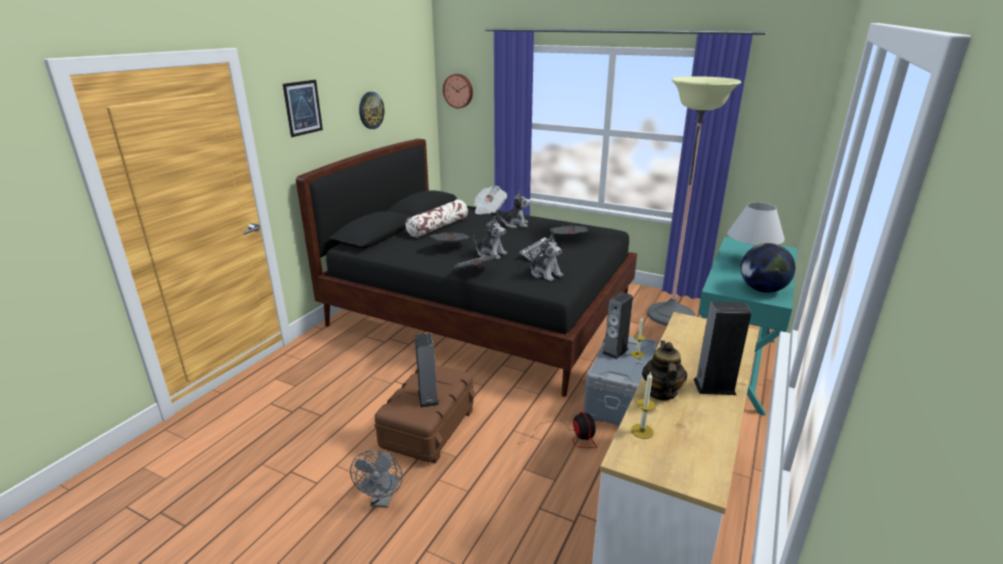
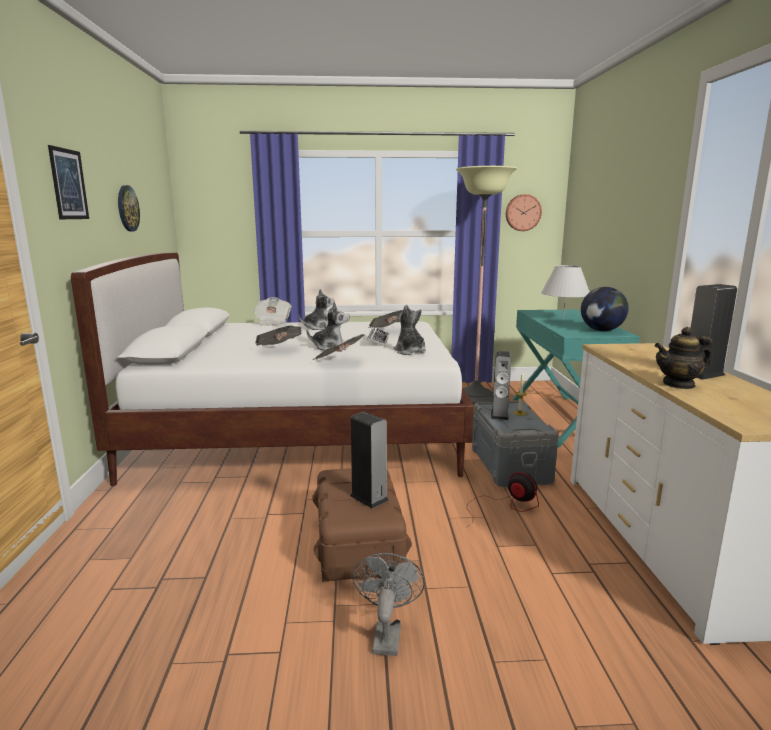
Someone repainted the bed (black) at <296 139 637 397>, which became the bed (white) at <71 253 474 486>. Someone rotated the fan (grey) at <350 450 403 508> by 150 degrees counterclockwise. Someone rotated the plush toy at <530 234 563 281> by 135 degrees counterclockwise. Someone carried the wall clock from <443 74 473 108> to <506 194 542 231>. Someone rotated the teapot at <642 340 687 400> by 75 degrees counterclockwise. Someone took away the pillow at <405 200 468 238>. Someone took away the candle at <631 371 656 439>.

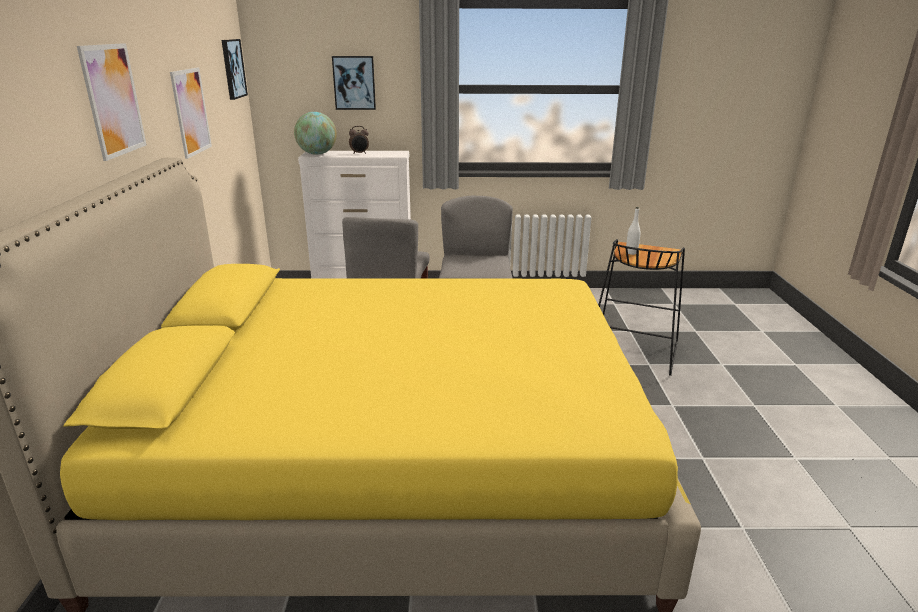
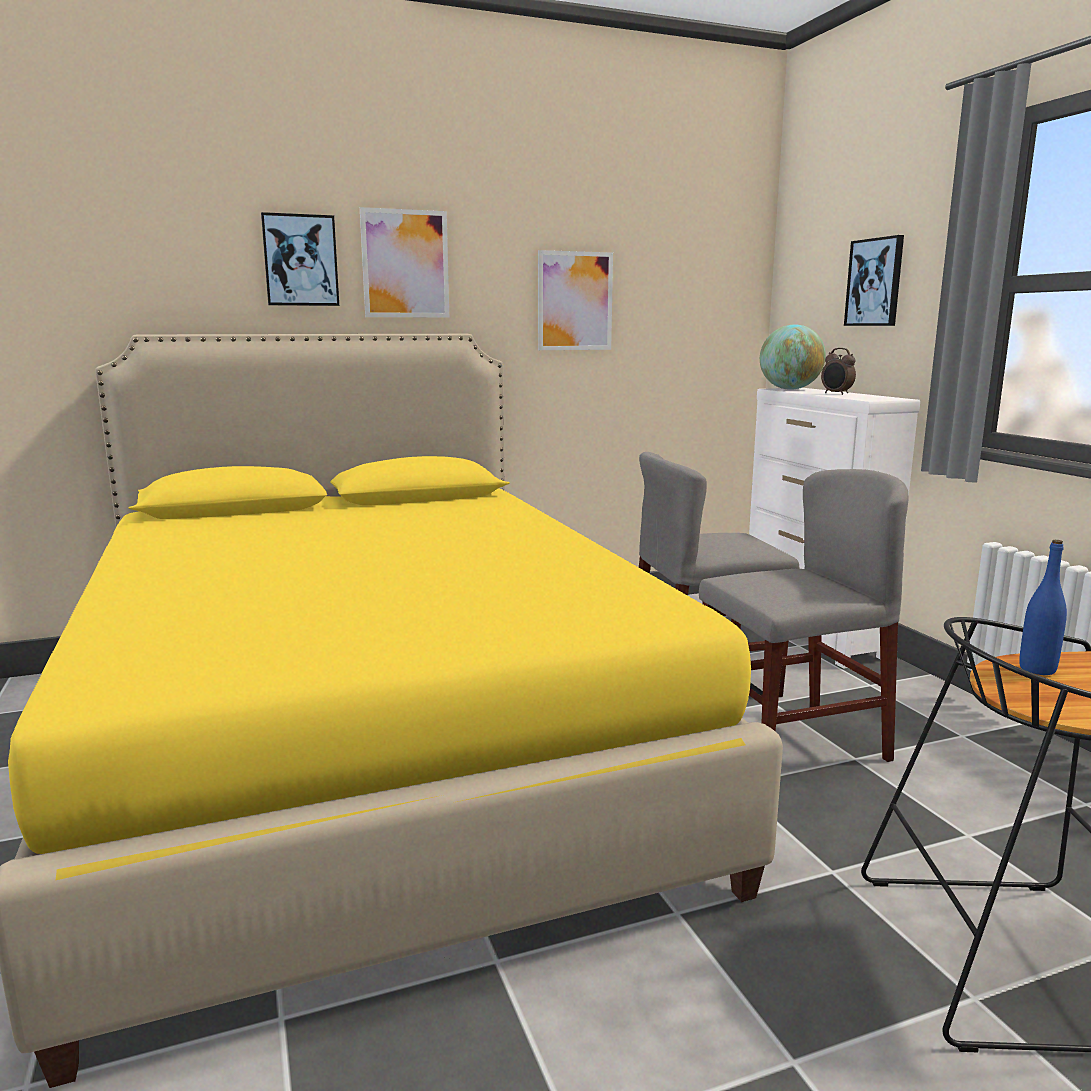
Someone carried the picture from <222 39 248 100> to <261 212 339 306>. Someone repainted the bottle (white) at <626 207 640 255>, which became the bottle (blue) at <1019 540 1067 675>.

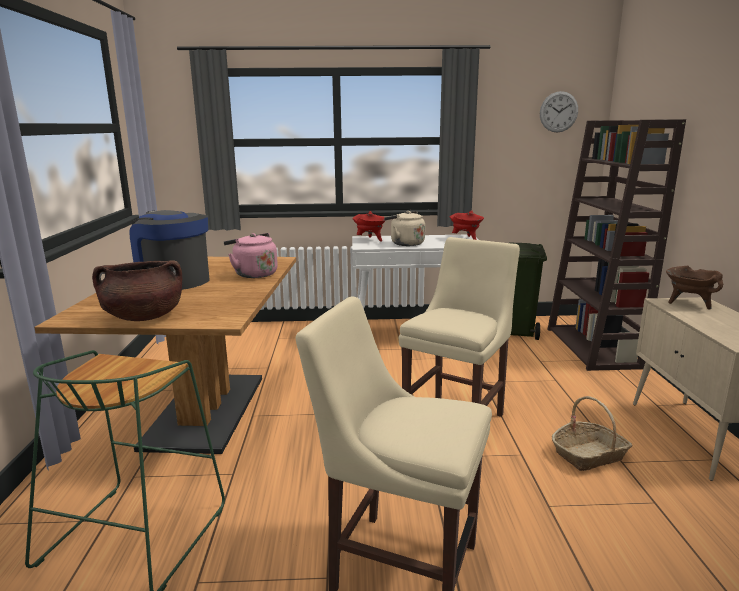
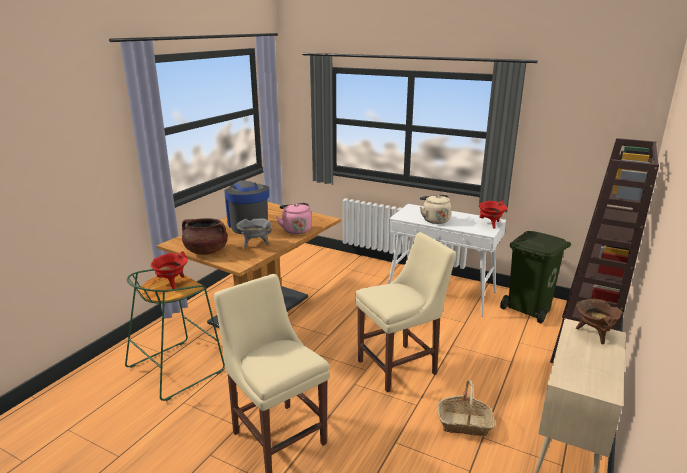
Someone carried the cooking pot (red) from <352 211 385 241> to <151 251 188 289>. Someone put down the cooking pot (grey) at <237 218 272 248>. Someone took away the wall clock at <540 91 578 132>.

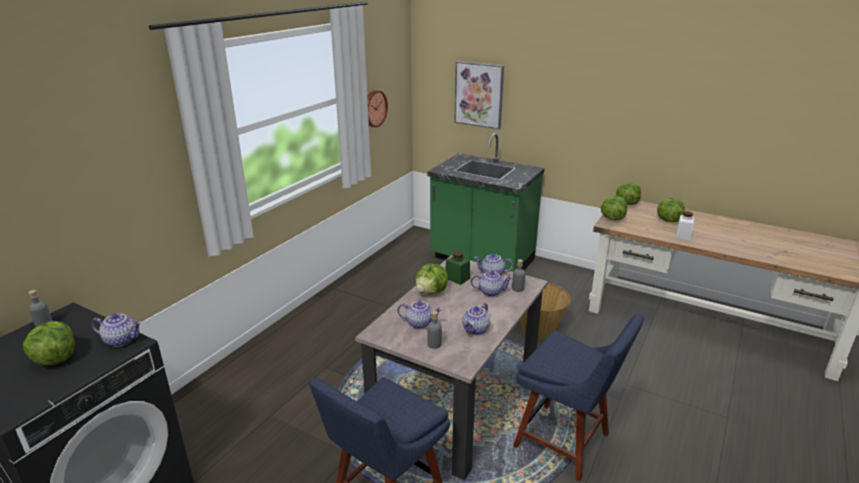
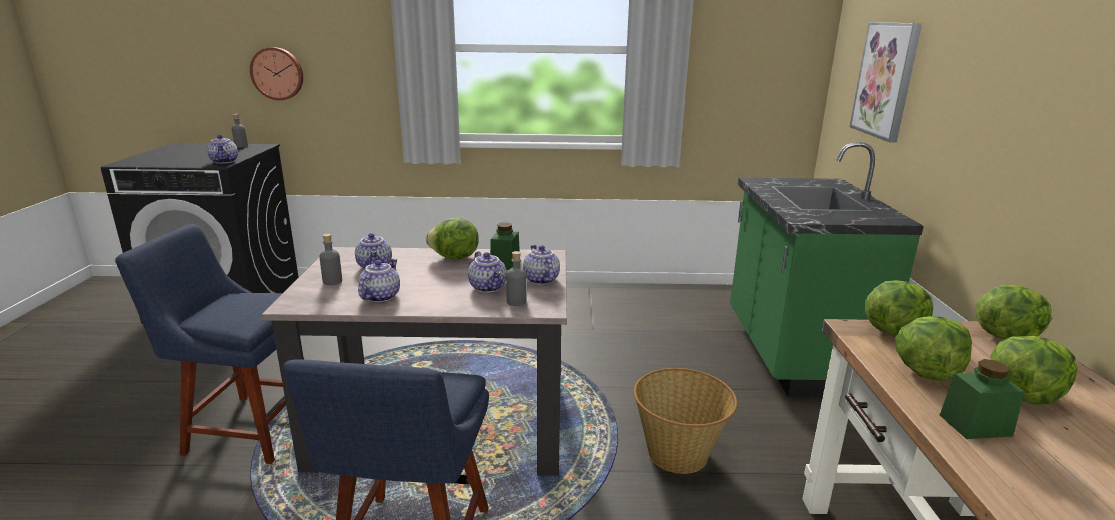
Someone carried the wall clock from <367 90 388 127> to <250 47 303 100>. Someone rotated the teapot at <463 303 490 335> by 105 degrees clockwise. Someone carried the lettuce from <23 321 75 365> to <895 316 972 381>. Someone repainted the jar (white) at <675 211 694 241>, which became the jar (green) at <940 359 1025 439>.

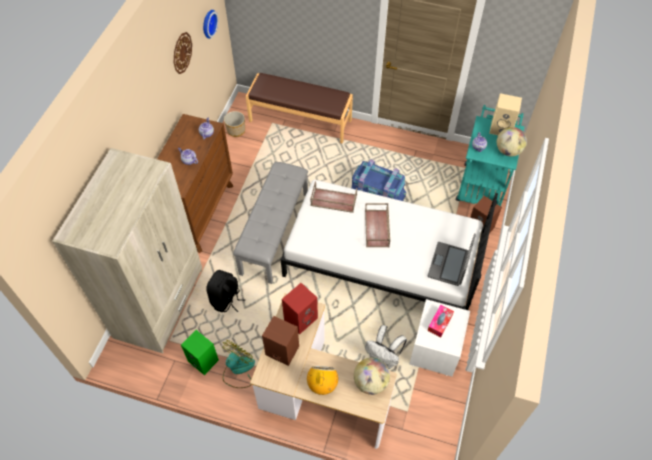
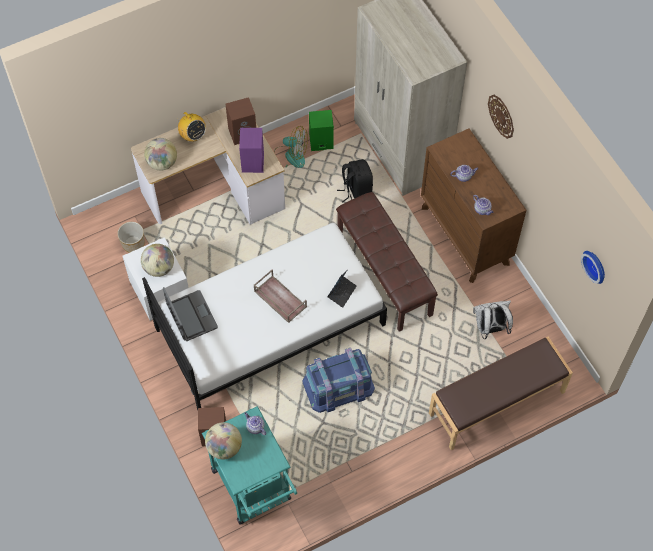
Someone carried the planter from <224 111 245 137> to <117 222 145 253>. Someone swapped the tissue box at <427 305 454 337> for the globe at <141 244 174 277>. Someone repainted the speaker (red) at <282 283 318 335>, which became the speaker (purple) at <239 128 264 173>. Someone rotated the fan at <222 340 255 388> by 60 degrees counterclockwise. Someone swapped the tray (brown) at <310 181 357 213> for the laptop at <327 271 356 308>. Someone repainted the bench (grey) at <233 162 308 284>, which became the bench (brown) at <336 192 438 332>. Someone carried the backpack (white) from <365 325 407 369> to <473 300 513 339>. Someone carried the wall clock from <174 32 192 74> to <488 95 514 139>. Someone took away the speaker (beige) at <489 93 522 135>.

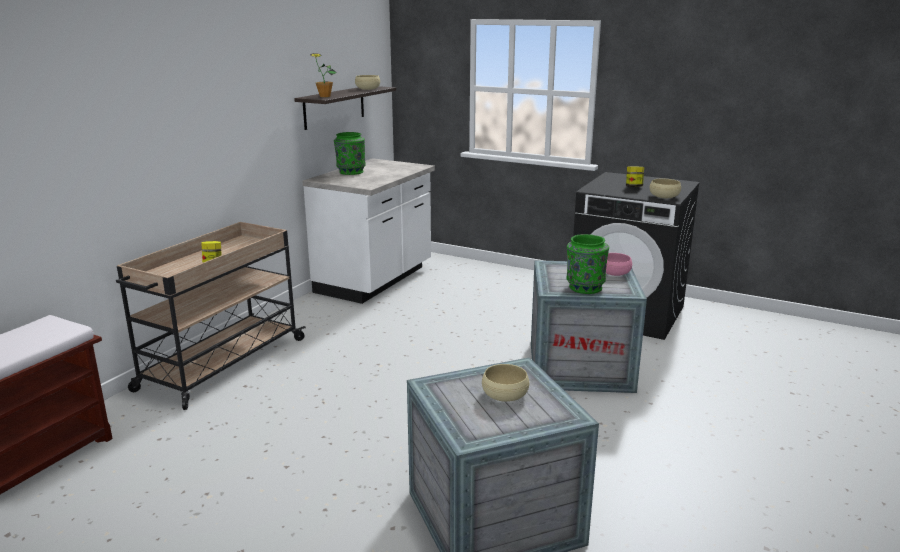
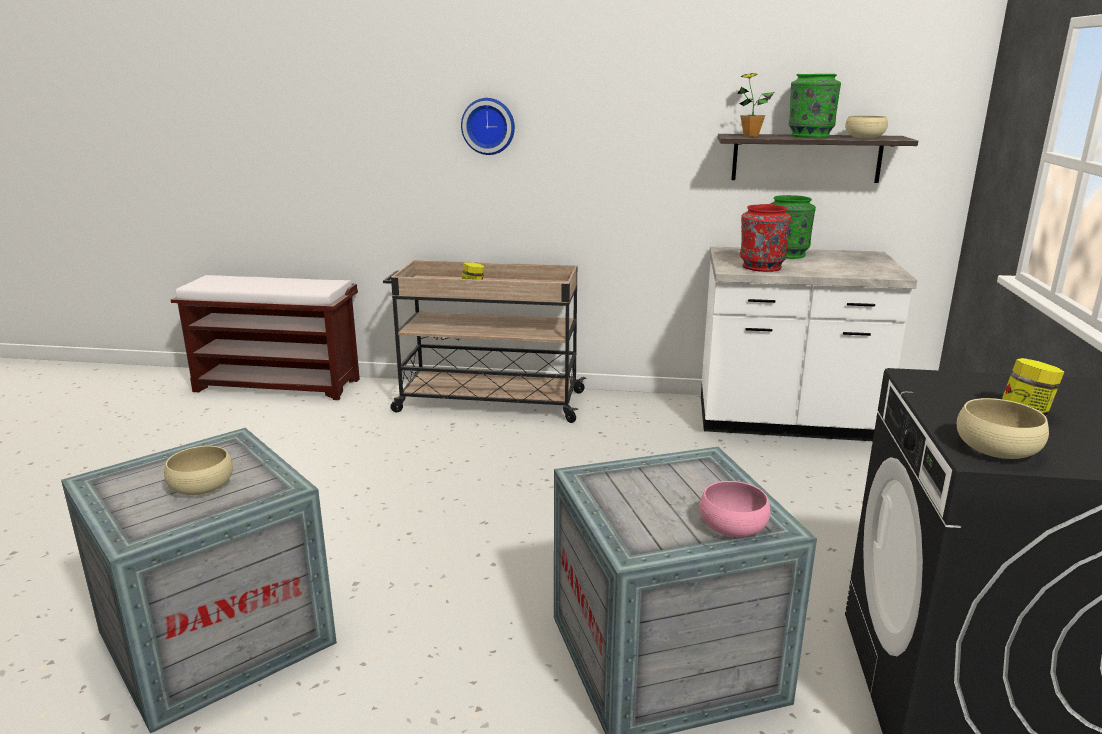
Someone put up the wall clock at <461 98 515 155>. Someone put down the vase (red) at <740 204 791 272>. Someone carried the vase (green) from <566 234 609 294> to <789 74 841 138>.

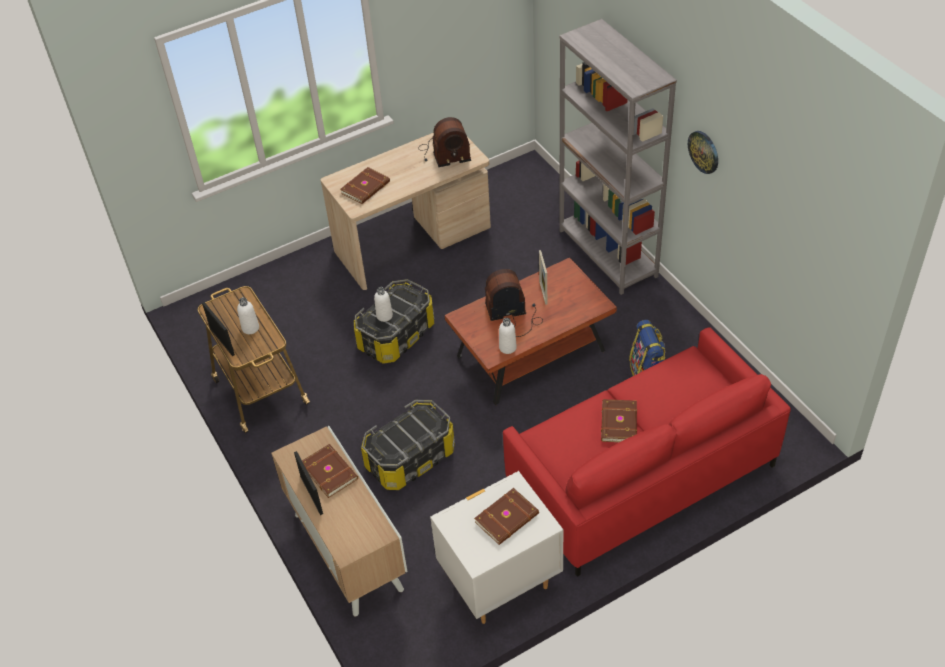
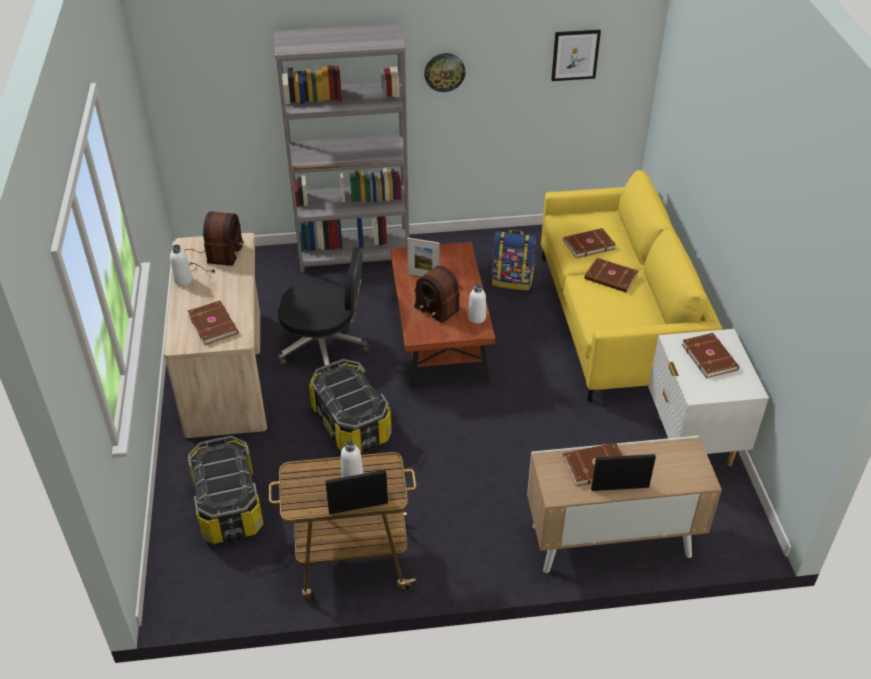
Someone carried the bottle (white) from <374 287 393 322> to <170 244 192 286>. Someone carried the storage box from <361 400 455 490> to <188 436 263 544>. Someone put down the office chair (black) at <278 247 371 371>. Someone rotated the radio at <485 269 543 337> by 60 degrees counterclockwise. Someone repainted the sofa (red) at <503 327 791 577>, which became the sofa (yellow) at <541 170 722 402>. Someone put up the picture at <551 30 601 81>. Someone put down the book (brown) at <563 228 616 258>.

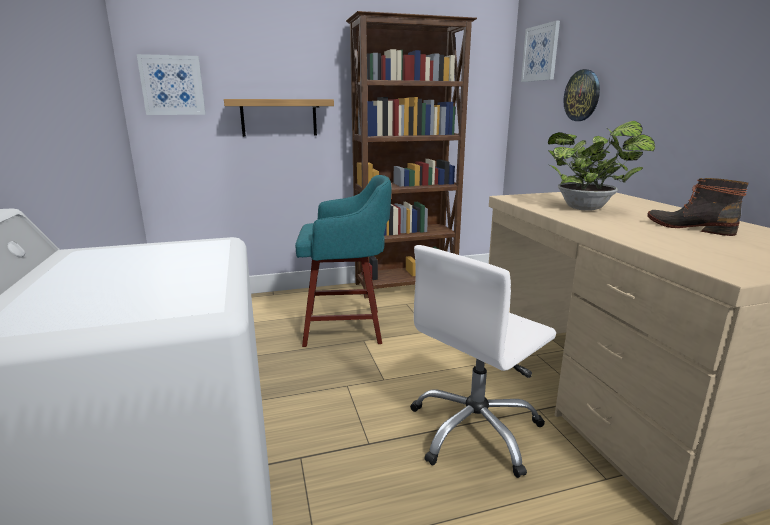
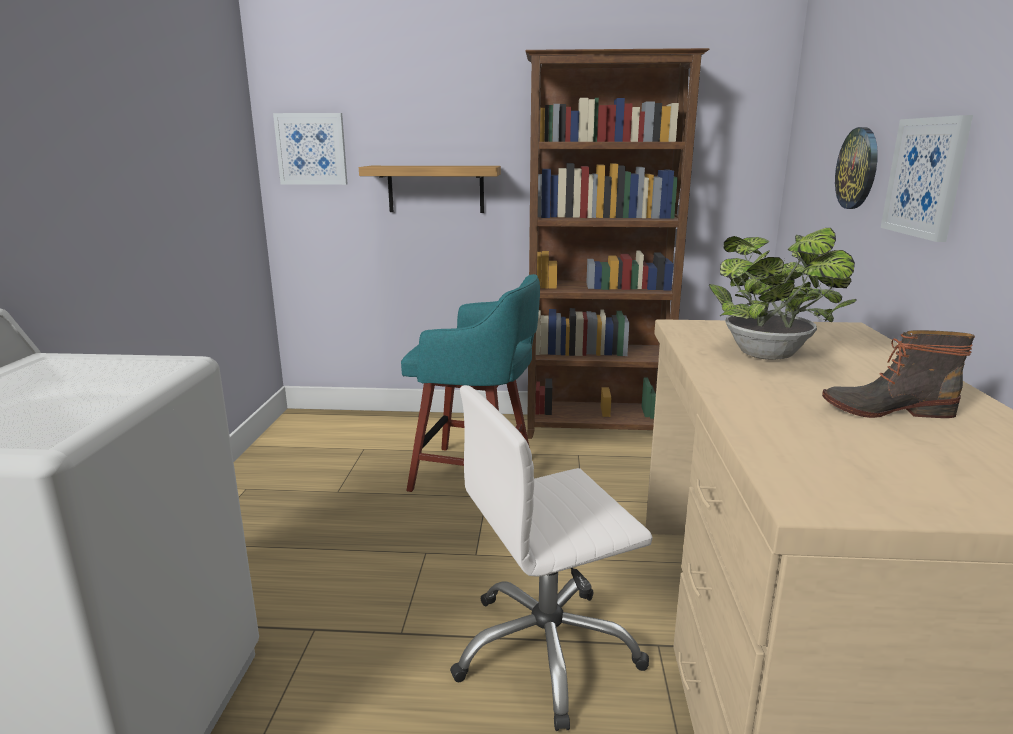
Someone rotated the boot at <647 178 749 236> by 60 degrees counterclockwise. Someone carried the picture from <521 21 560 82> to <881 115 973 242>.

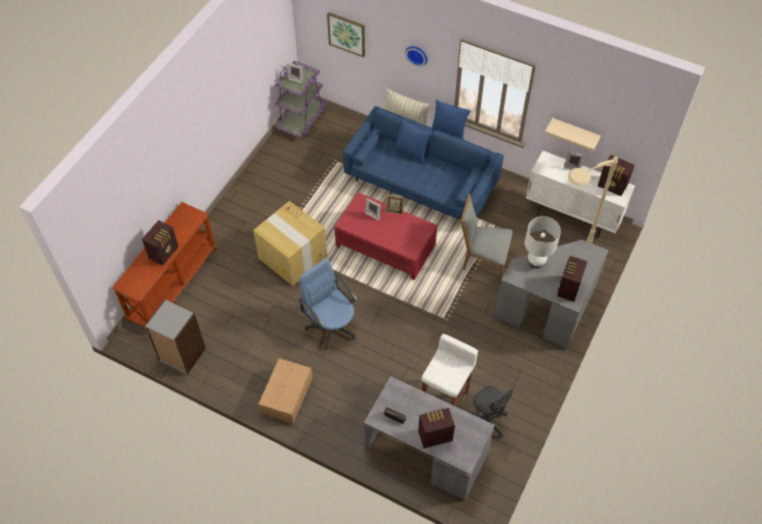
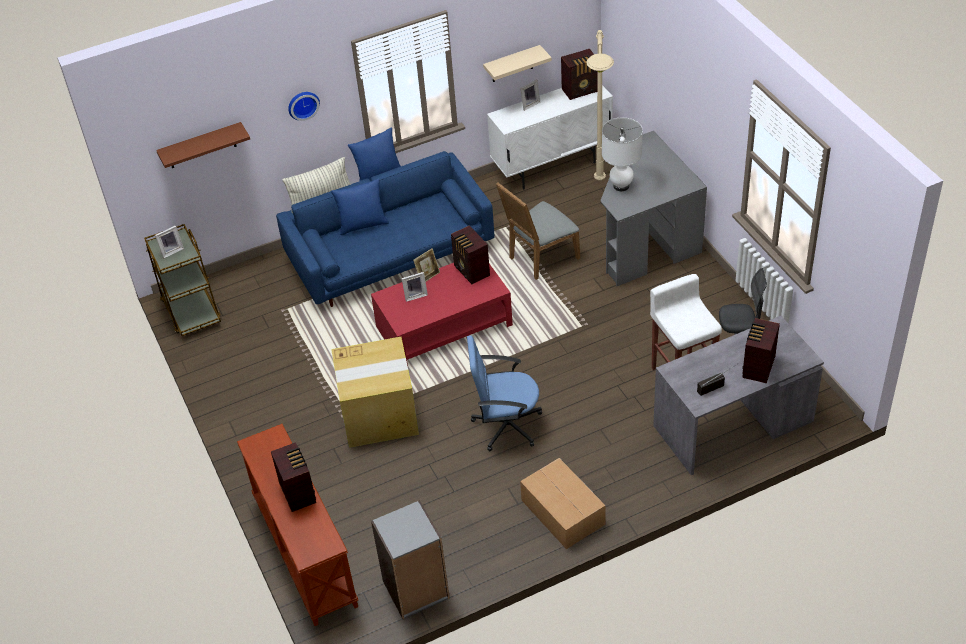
Someone repainted the cart (purple) at <275 61 326 138>, which became the cart (brown) at <144 224 221 336>. Someone swapped the picture at <327 12 365 57> for the shelf (brown) at <156 122 250 168>. Someone carried the radio from <557 256 588 302> to <451 225 490 284>.

